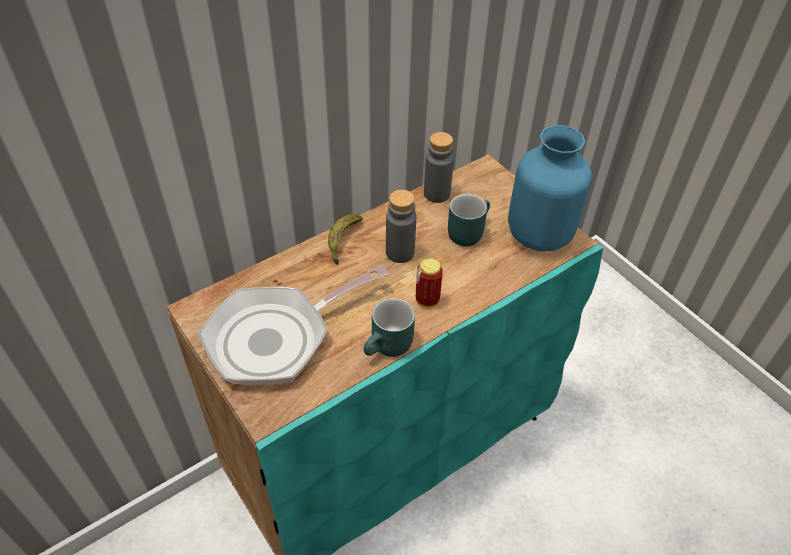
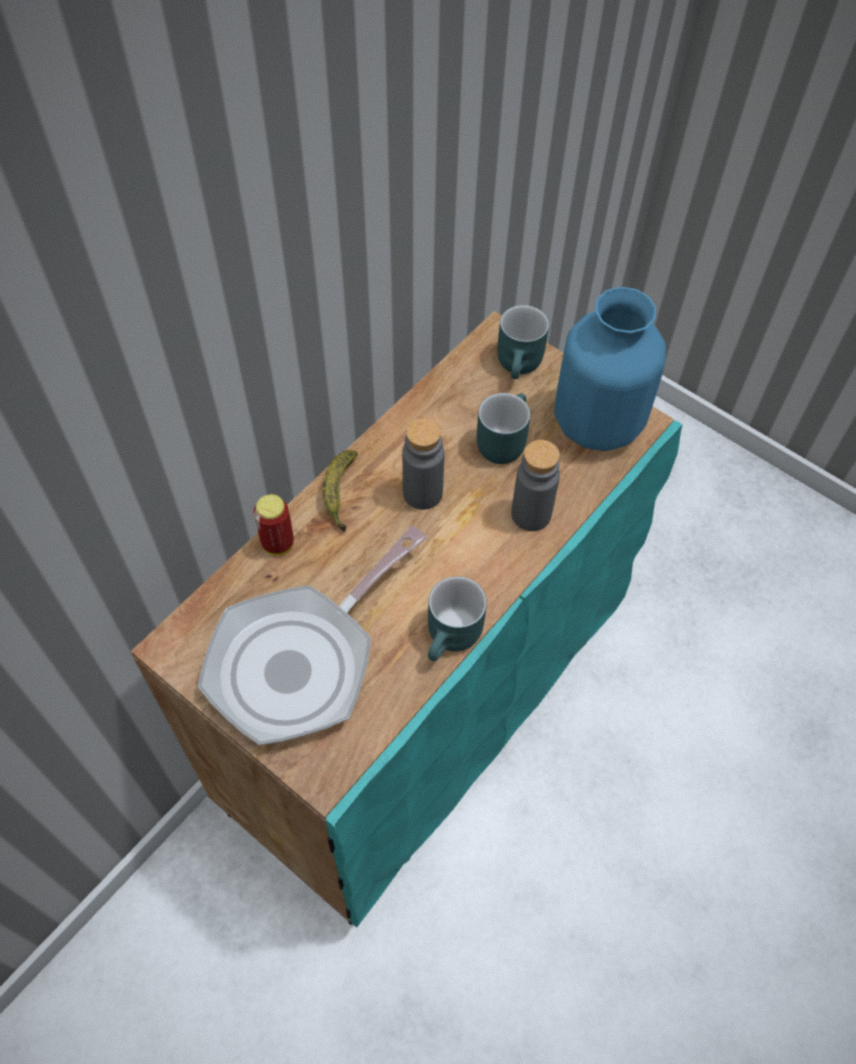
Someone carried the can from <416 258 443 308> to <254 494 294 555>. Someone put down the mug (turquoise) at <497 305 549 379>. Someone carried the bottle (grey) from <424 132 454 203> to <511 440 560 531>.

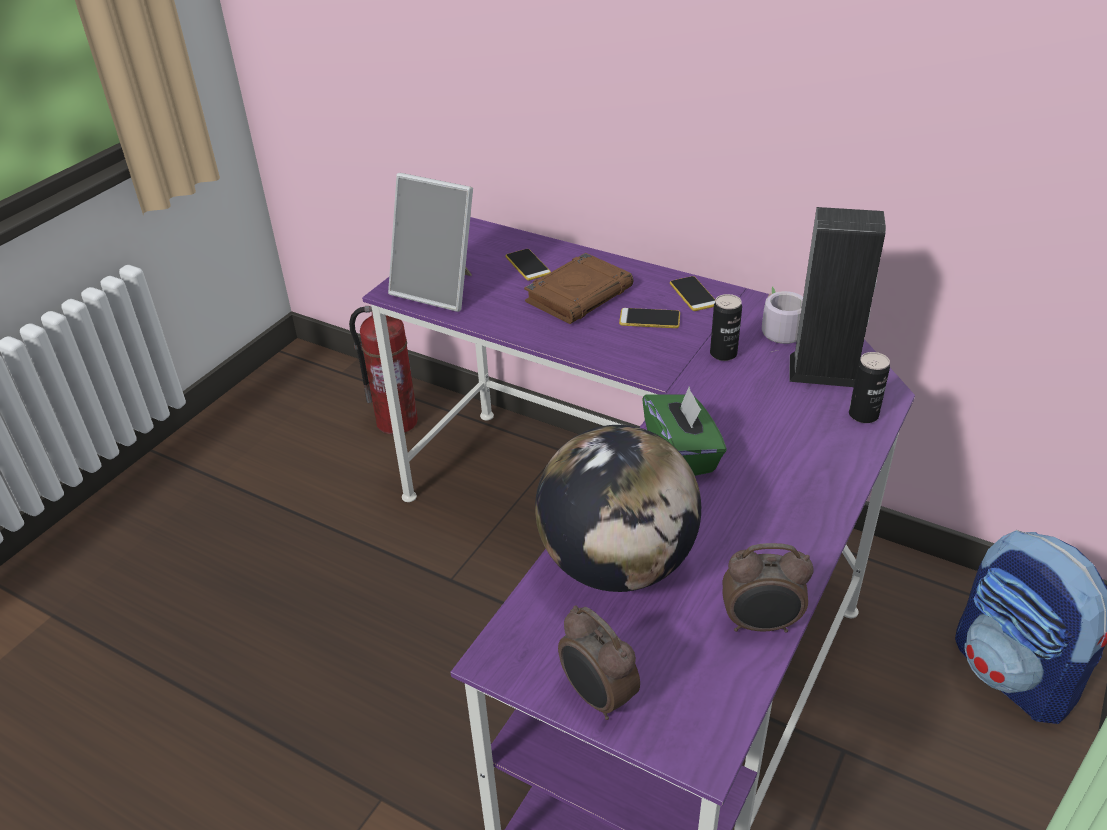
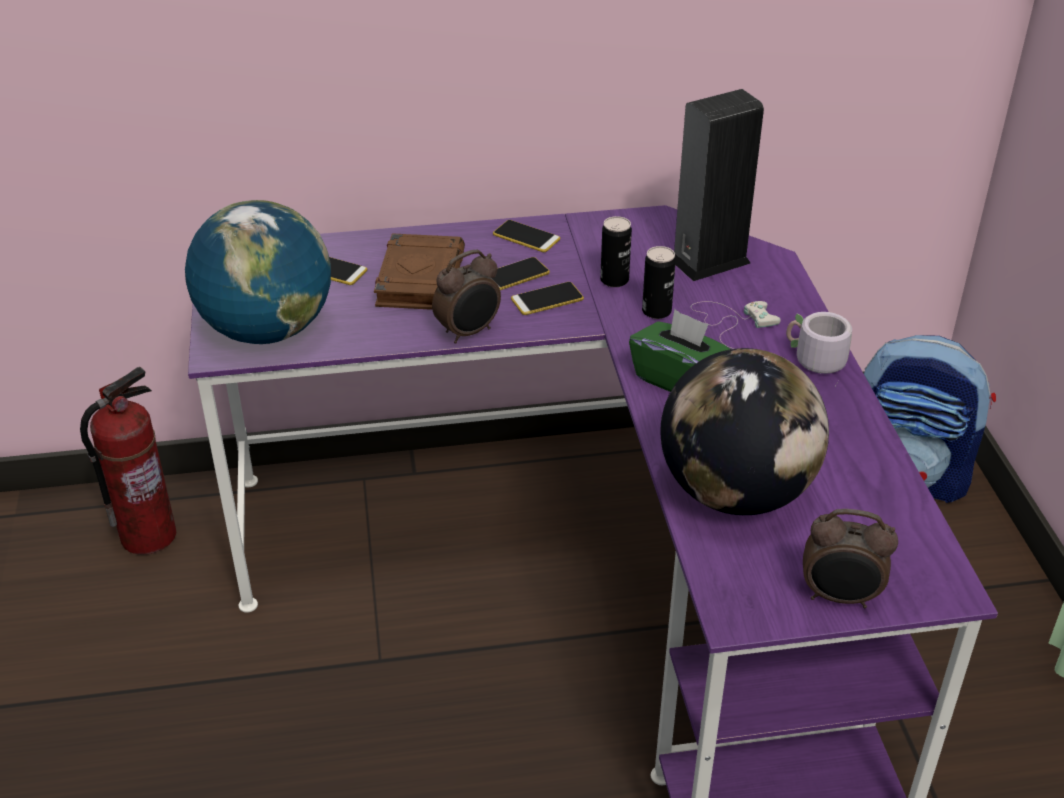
Someone swapped the picture frame at <388 173 473 312> for the globe at <185 200 331 344>. Someone carried the alarm clock from <722 543 814 632> to <432 250 501 344>. Someone put down the phone at <511 282 584 315>. Someone carried the can from <849 352 890 423> to <642 246 676 319>. Someone put down the game controller (white) at <691 301 781 349>. Someone carried the mug (grey) from <762 287 803 352> to <786 312 852 385>.

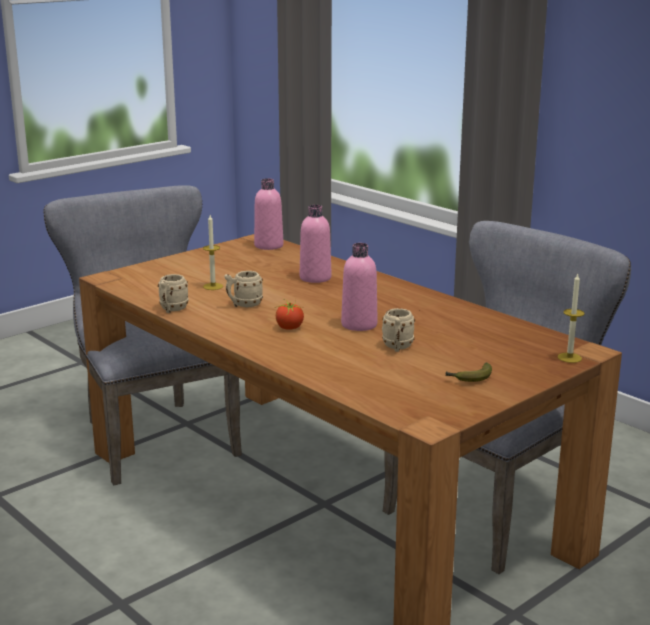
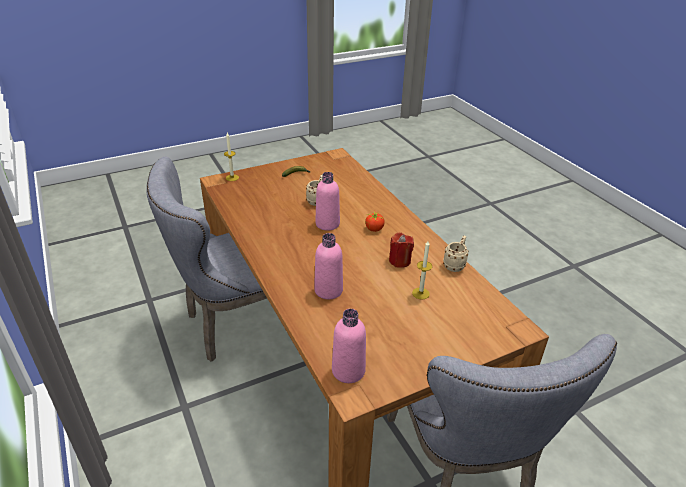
Someone swapped the mug (beige) at <224 271 263 307> for the candle (red) at <389 233 414 268>.

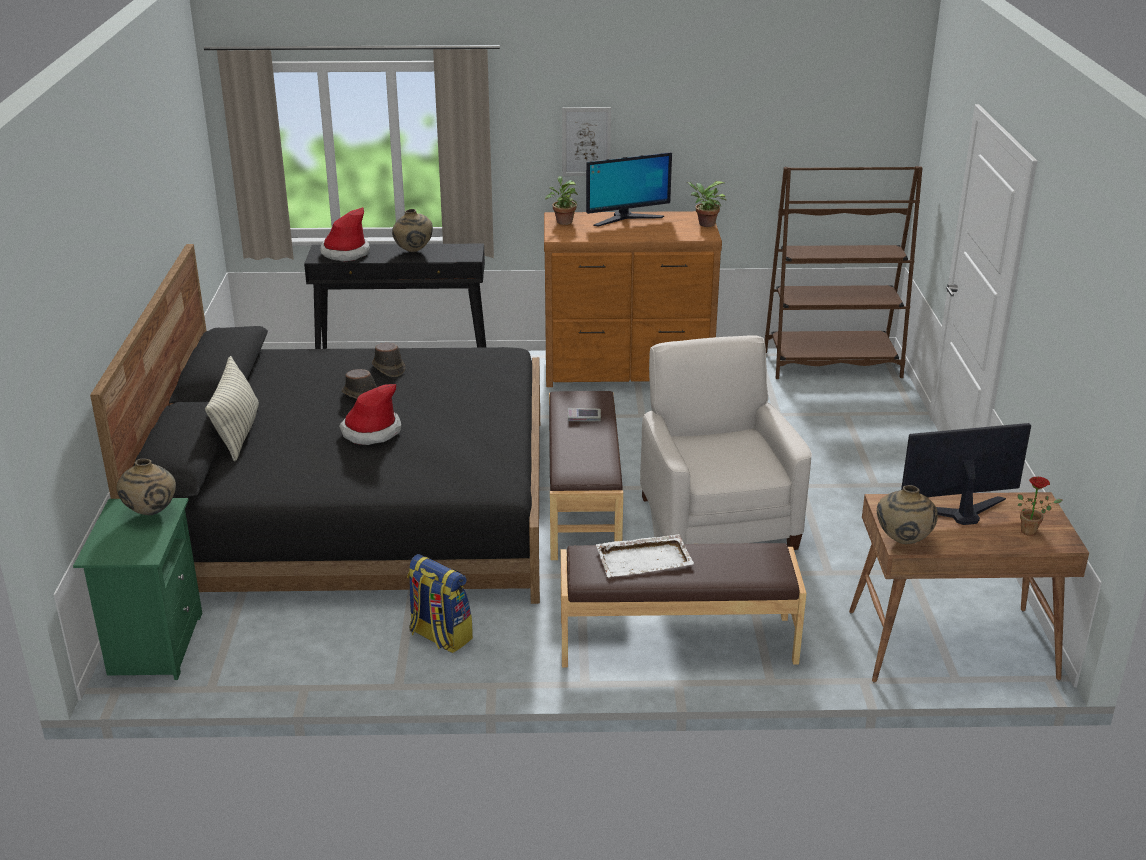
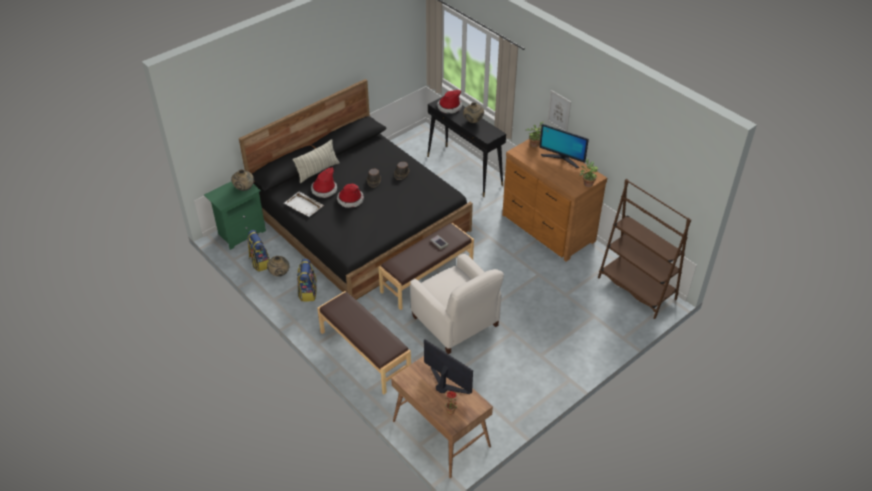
Someone put down the backpack at <247 230 270 272>. Someone carried the vase (beige) from <877 485 938 544> to <267 256 290 277>. Someone carried the tray (white) from <596 534 694 577> to <284 191 324 217>. Someone put down the hat at <311 167 337 198>. Someone rotated the armchair (white) at <640 335 812 550> by 105 degrees clockwise.

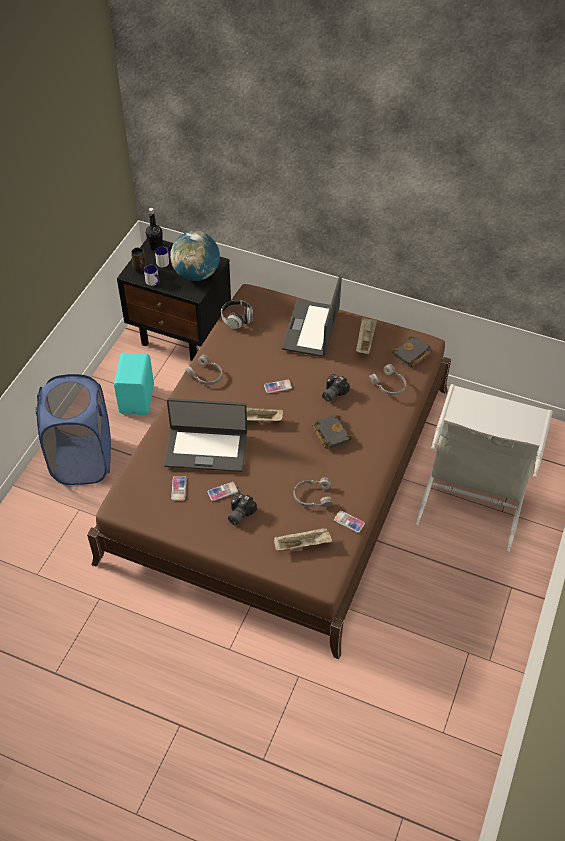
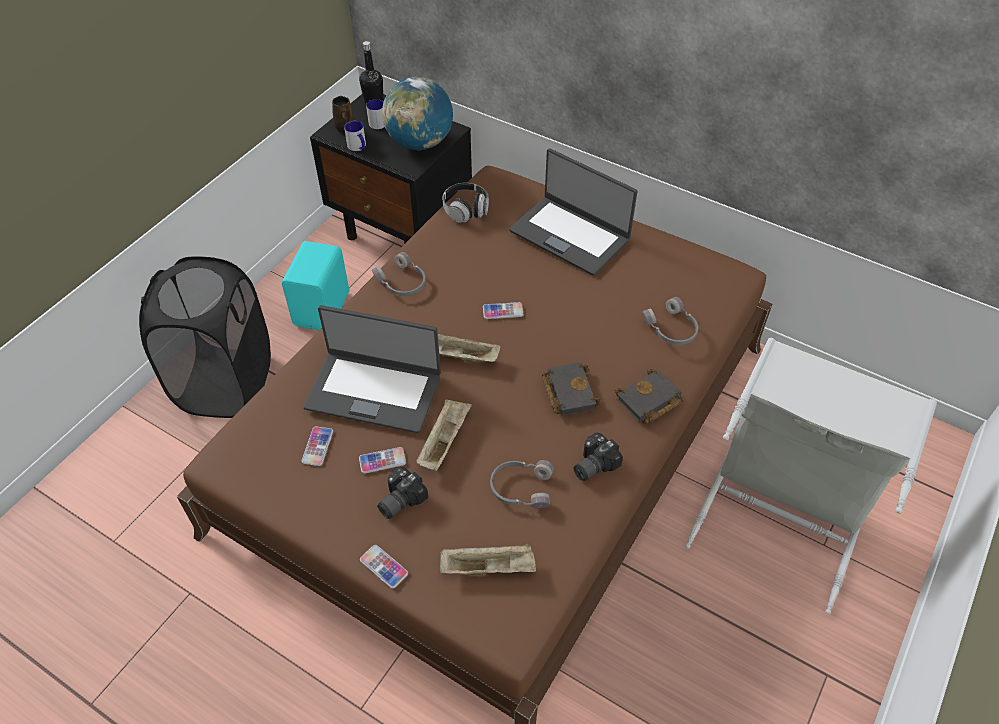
Someone repainted the laundry basket (blue) at <35 374 111 485>, which became the laundry basket (black) at <139 256 271 418>. Someone carried the phone from <334 511 365 533> to <360 545 408 588>. Someone carried the tray (beige) from <356 318 377 354> to <416 400 472 471>. Someone rotated the laptop at <282 276 342 357> by 75 degrees counterclockwise. Someone carried the photo camera from <322 374 350 402> to <573 433 623 481>. Someone carried the book (black) from <391 336 433 367> to <615 368 684 424>.

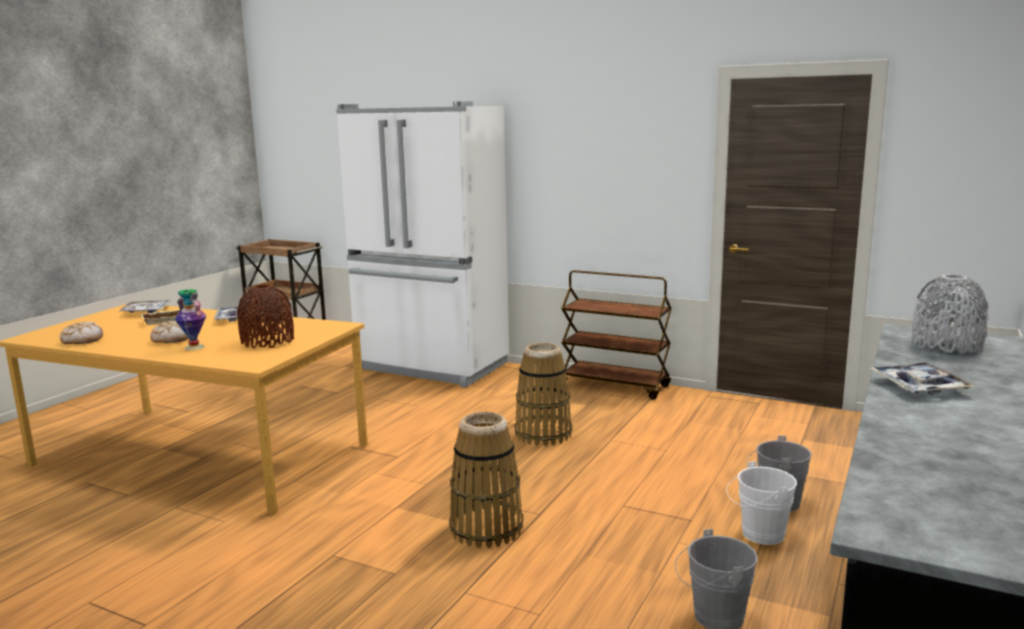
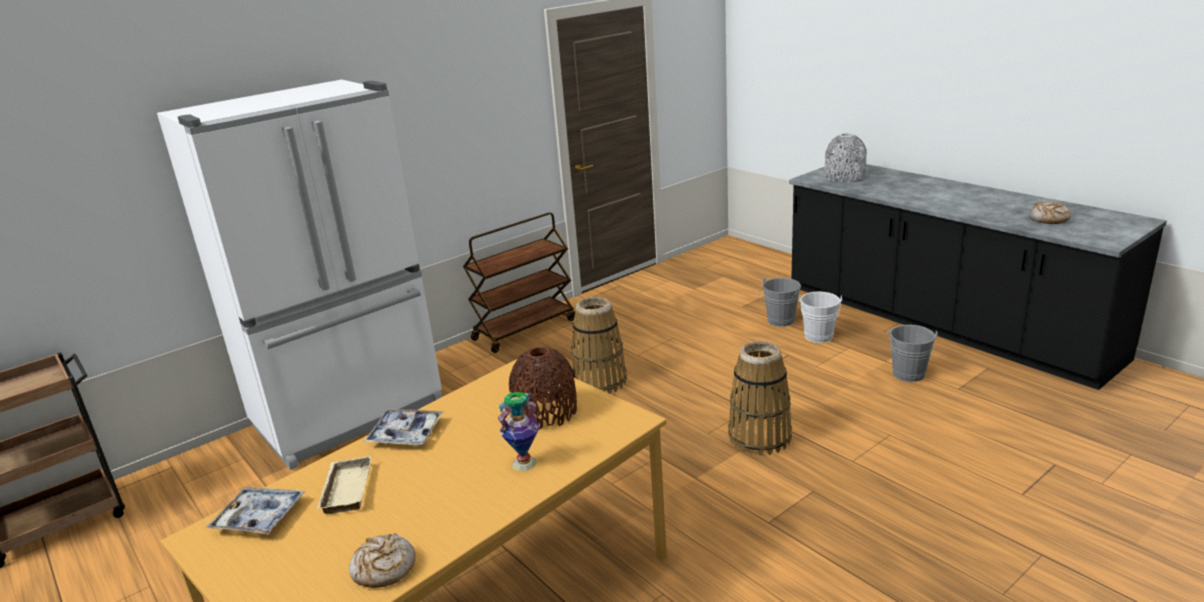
Someone carried the bread from <150 321 188 343> to <1029 201 1071 224>. Someone took away the tray at <871 363 975 395>.

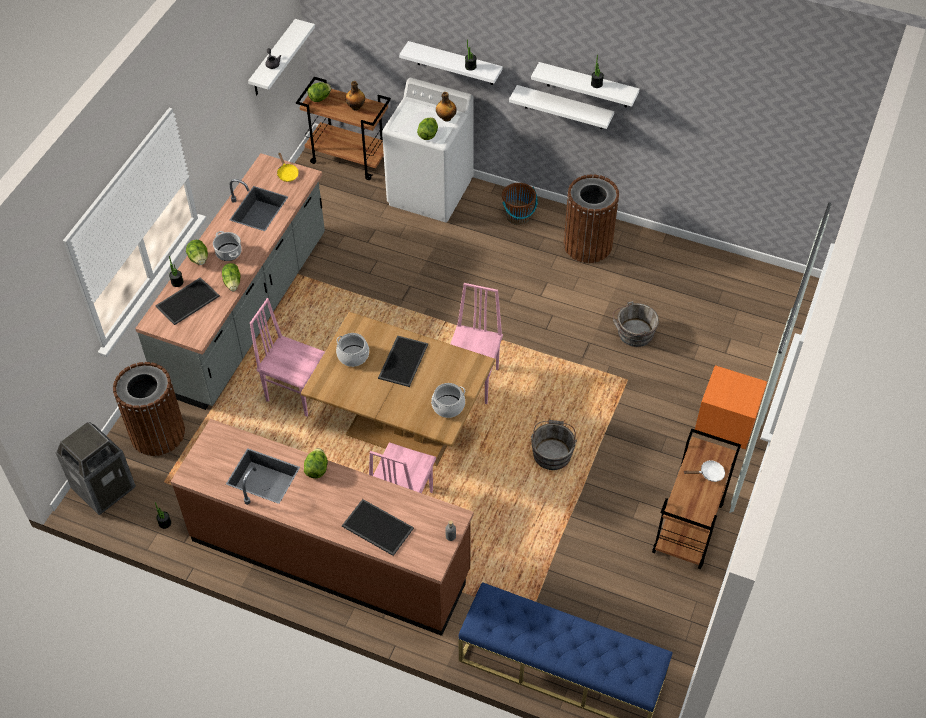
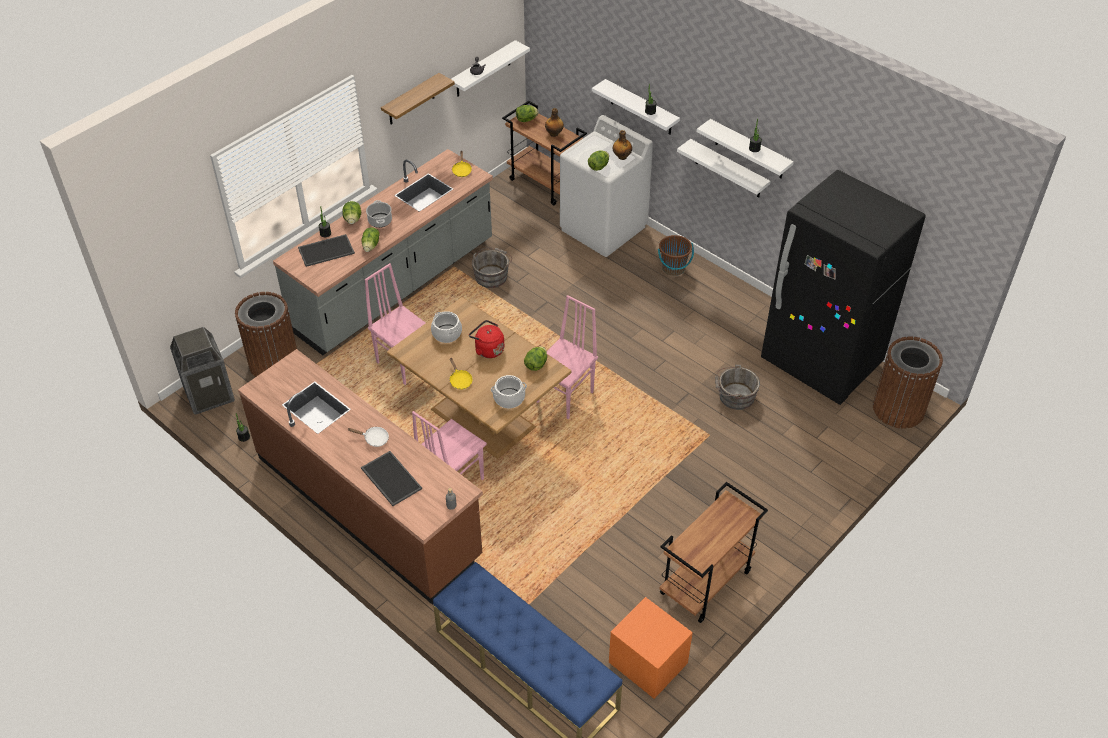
Someone carried the frying pan (white) from <684 460 725 482> to <347 427 389 447>. Someone put up the shelf at <381 73 455 124>. Someone put down the frying pan (yellow) at <450 357 472 390>. Someone swapped the tray at <378 335 428 387> for the kettle (red) at <469 320 504 358>. Someone carried the bucket (grey) from <531 420 577 470> to <472 247 512 288>. Someone carried the lettuce from <304 448 328 478> to <524 347 547 371>. Someone carried the nightstand (orange) from <695 365 767 449> to <609 597 693 699>. Someone put down the fridge (black) at <761 170 926 405>. Someone carried the trash can (brown) from <564 174 619 263> to <873 336 943 429>.

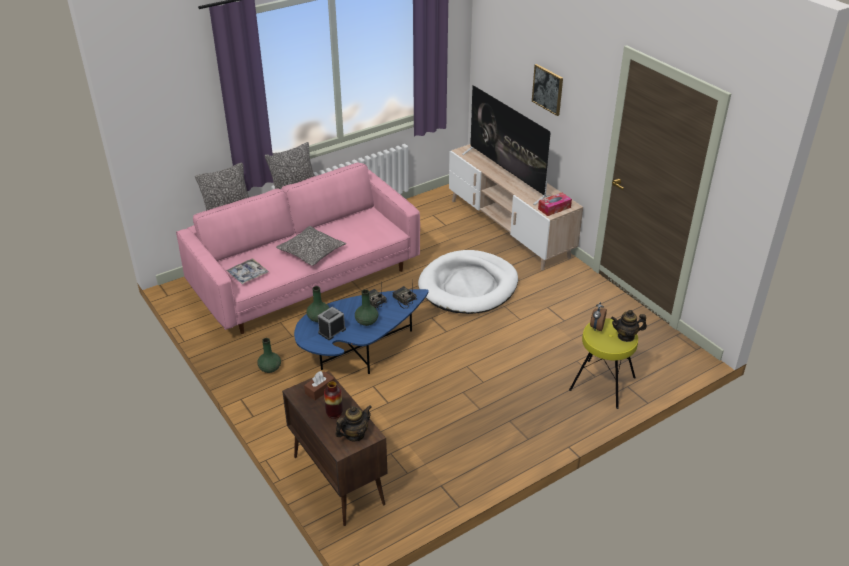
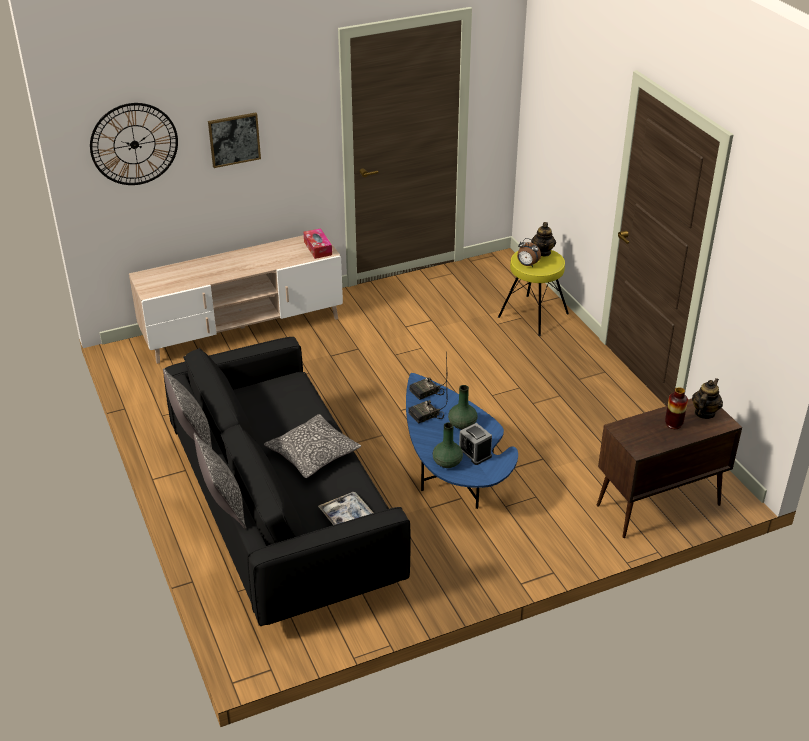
Someone put up the wall clock at <90 103 178 185>. Someone repainted the sofa (pink) at <176 162 420 334>, which became the sofa (black) at <164 337 411 626>. Someone rotated the teapot at <335 405 372 441> by 60 degrees clockwise. Someone took away the vase (green) at <257 338 281 373>. Someone took away the tissue box (brown) at <304 371 335 400>. Someone took away the dog bed (white) at <418 250 518 314>. Someone took away the television at <462 85 551 205>.

